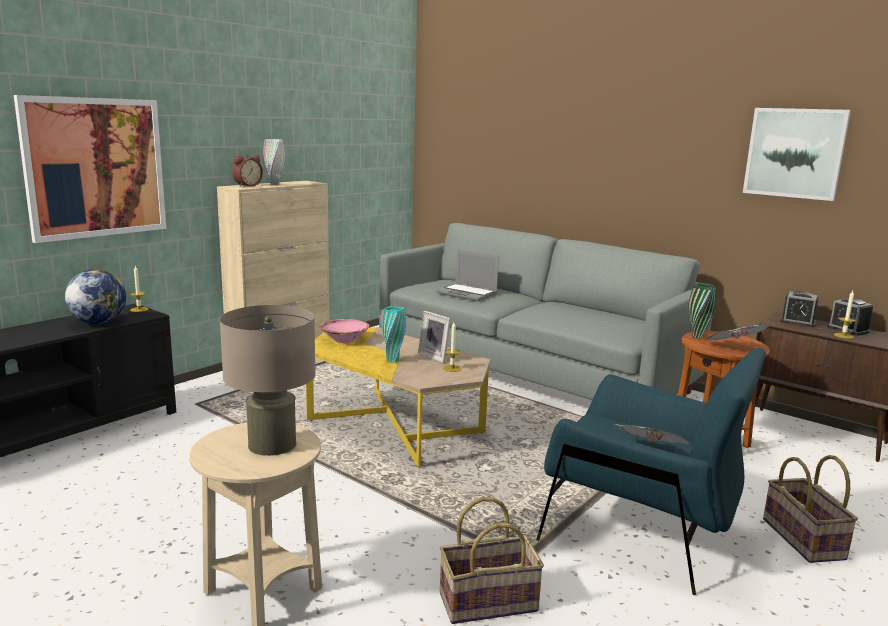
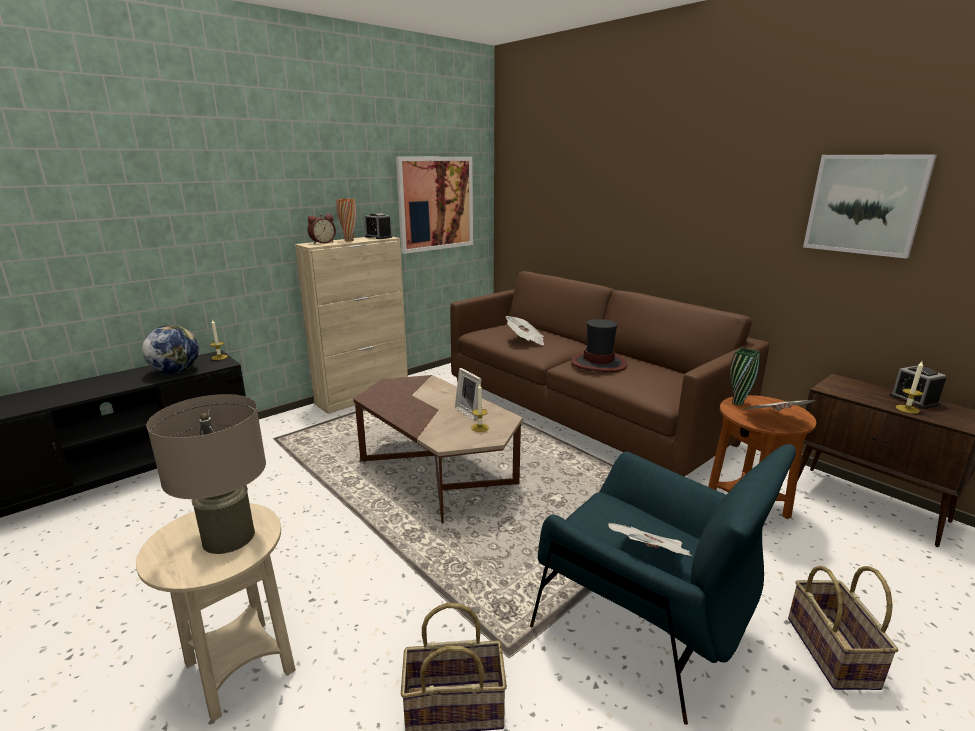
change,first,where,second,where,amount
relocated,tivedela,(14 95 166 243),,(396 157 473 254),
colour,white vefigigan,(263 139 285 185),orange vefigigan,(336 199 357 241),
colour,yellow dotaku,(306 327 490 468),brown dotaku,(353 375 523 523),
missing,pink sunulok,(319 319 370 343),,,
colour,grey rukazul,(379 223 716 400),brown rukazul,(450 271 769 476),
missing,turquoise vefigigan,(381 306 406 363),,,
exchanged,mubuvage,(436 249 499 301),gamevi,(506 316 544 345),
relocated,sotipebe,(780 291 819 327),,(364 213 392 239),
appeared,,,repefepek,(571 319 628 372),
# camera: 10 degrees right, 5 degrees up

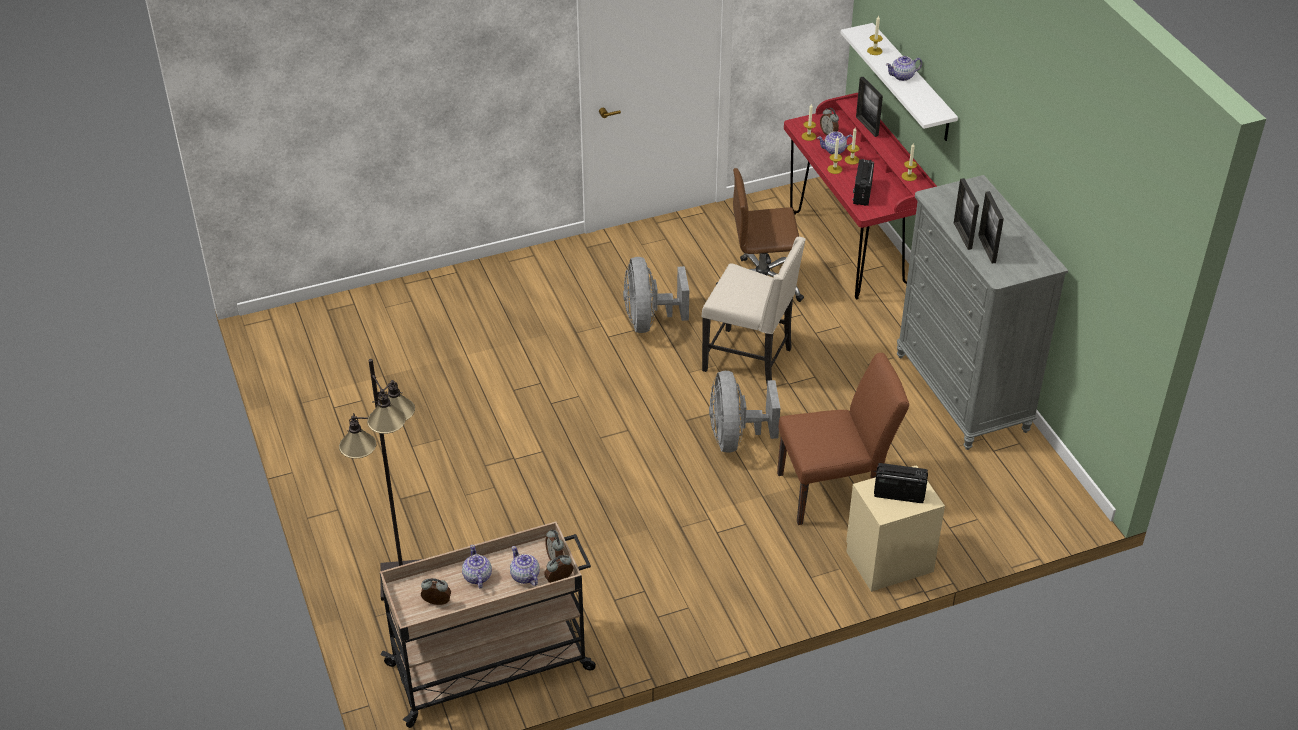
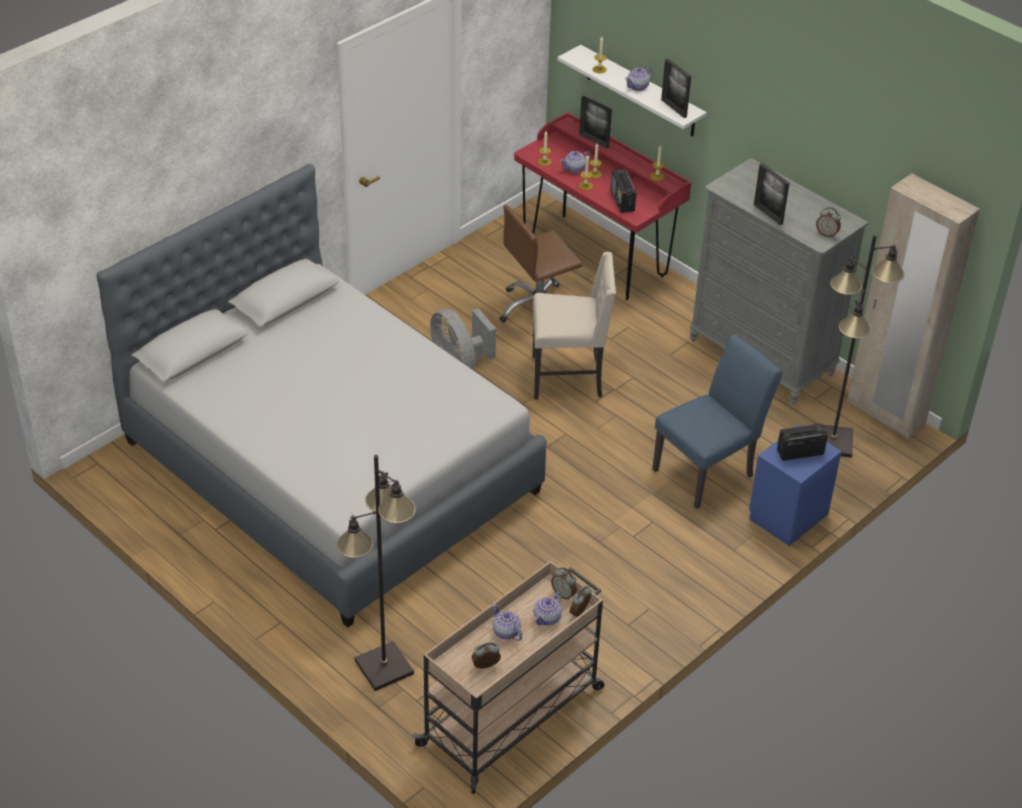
change,first,where,second,where,amount
spun,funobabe,(510 546 540 586),,(534 592 562 626),90 degrees counterclockwise
missing,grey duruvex,(709 371 780 453),,,
colour,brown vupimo,(777 353 909 525),blue vupimo,(652 334 782 509),
relocated,sotipebe,(820 108 839 135),,(816 207 841 238),
colour,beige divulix,(846 465 945 592),blue divulix,(749 424 842 546),
relocated,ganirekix,(978 191 1004 263),,(661 59 691 118),
appeared,,,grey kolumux,(97 164 547 628),
appeared,,,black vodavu,(822 234 904 458),
appeared,,,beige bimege,(847 173 980 439),
# camera: 25 degrees left, 0 degrees up

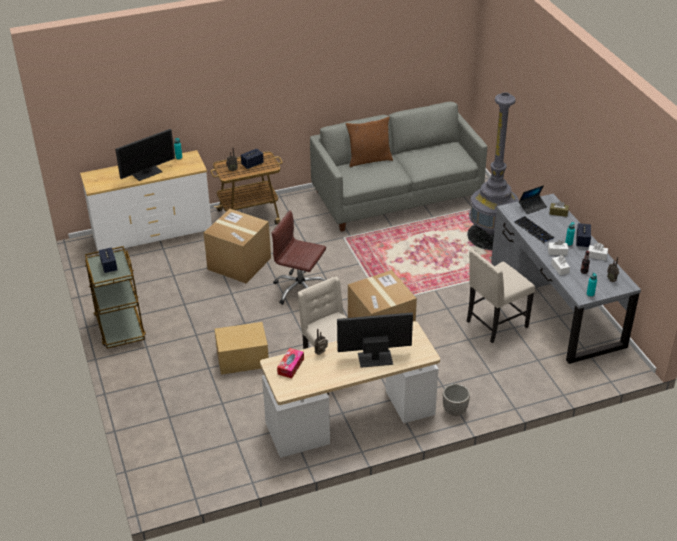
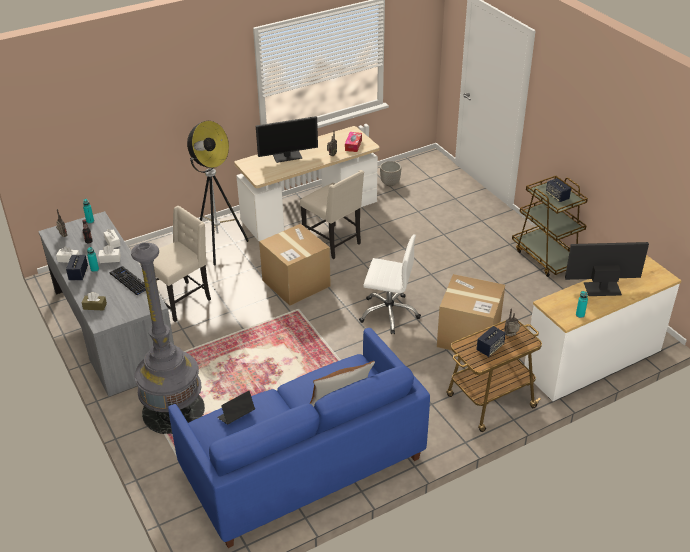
change,first,where,second,where,amount
spun,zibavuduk,(115 129 175 181),,(565 242 649 296),45 degrees clockwise
missing,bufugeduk,(214 322 269 375),,,
colour,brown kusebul,(271 210 326 305),white kusebul,(359 234 421 334),
colour,grey rukazul,(310 102 487 232),blue rukazul,(168 328 430 548),
relocated,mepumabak,(443 384 470 416),,(380 161 401 186),
relocated,mubuvage,(519 185 547 214),,(217 391 255 425),
appeared,,,vodavu,(187 121 249 266),
# camera: 170 degrees right, 0 degrees up

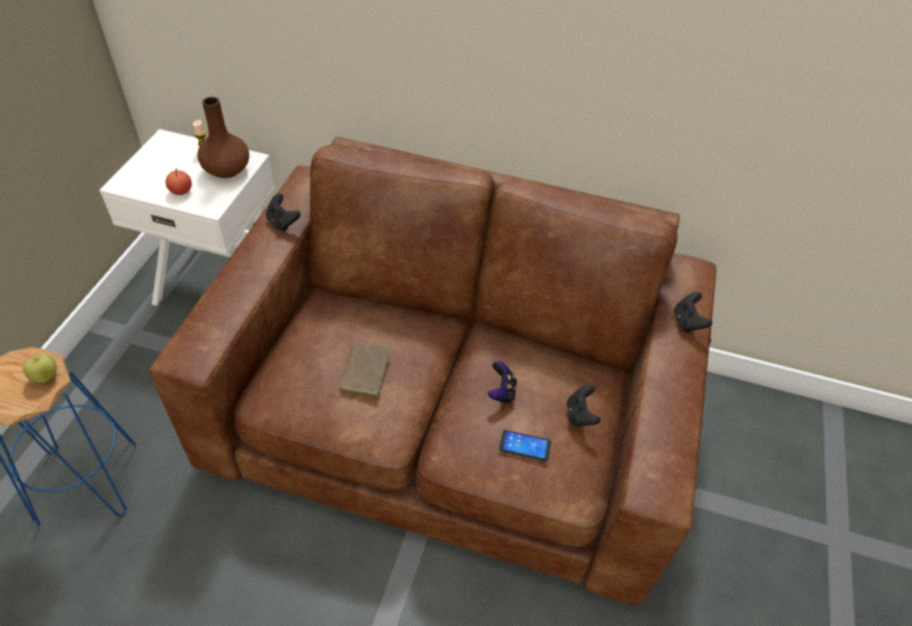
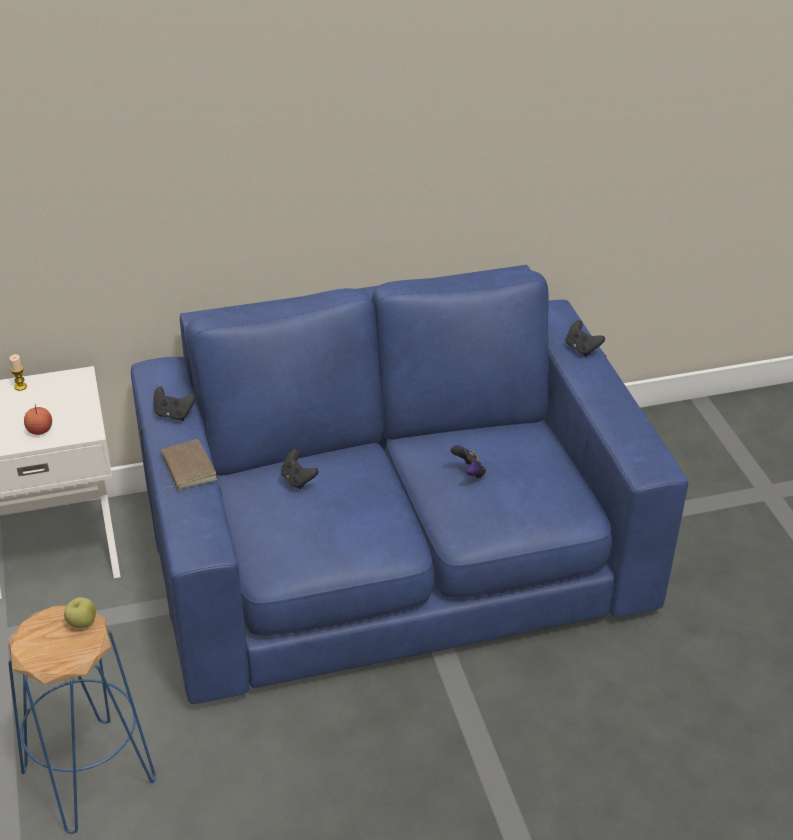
change,first,where,second,where,amount
colour,brown rukazul,(149 136 716 606),blue rukazul,(131 265 688 704),
missing,brown vefigigan,(197 97 249 178),,,
relocated,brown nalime,(327 342 390 396),,(161 439 217 490),
missing,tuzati,(499 430 551 461),,,
relocated,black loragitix,(567 385 601 426),,(281 449 318 489),
# camera: 30 degrees left, 10 degrees down

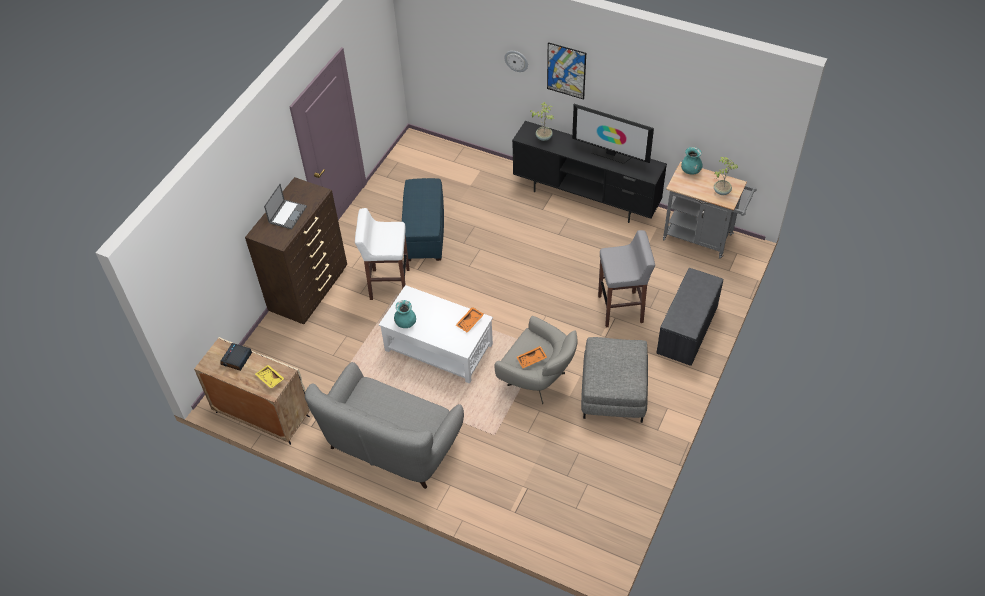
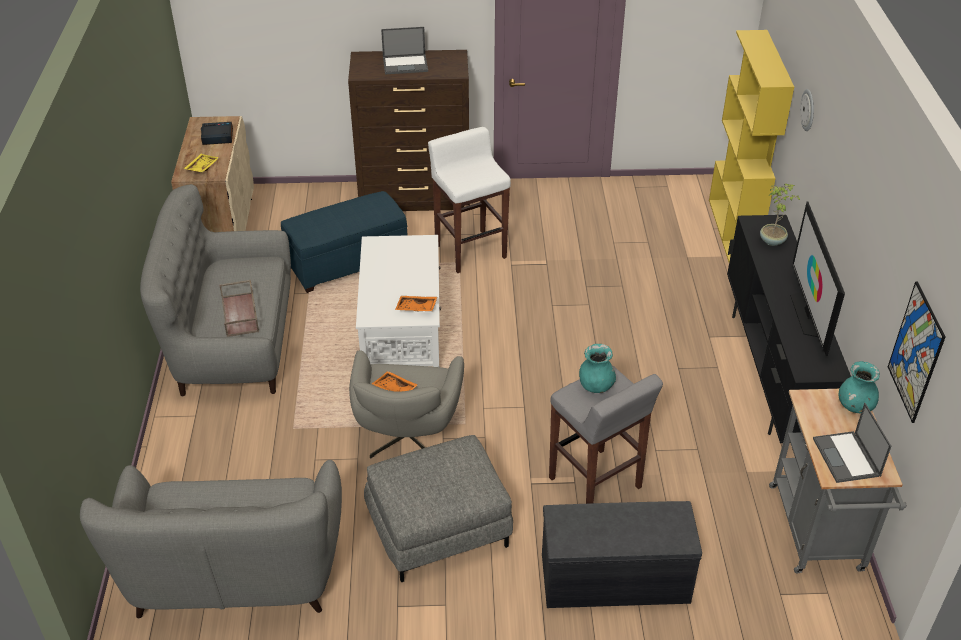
change,first,where,second,where,amount
relocated,turquoise vefigigan,(394 300 416 328),,(579 344 616 393),
relocated,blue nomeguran,(402 178 444 261),,(281 191 408 293),
relocated,tivedela,(547 42 586 99),,(888 281 946 423),
exchanged,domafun,(714 157 738 195),mubuvage,(813 403 891 483),
appeared,,,grey rukazul,(80 460 342 618),
appeared,,,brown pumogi,(219 280 259 337),
appeared,,,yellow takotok,(709 30 794 262),
# camera: 60 degrees right, 10 degrees down

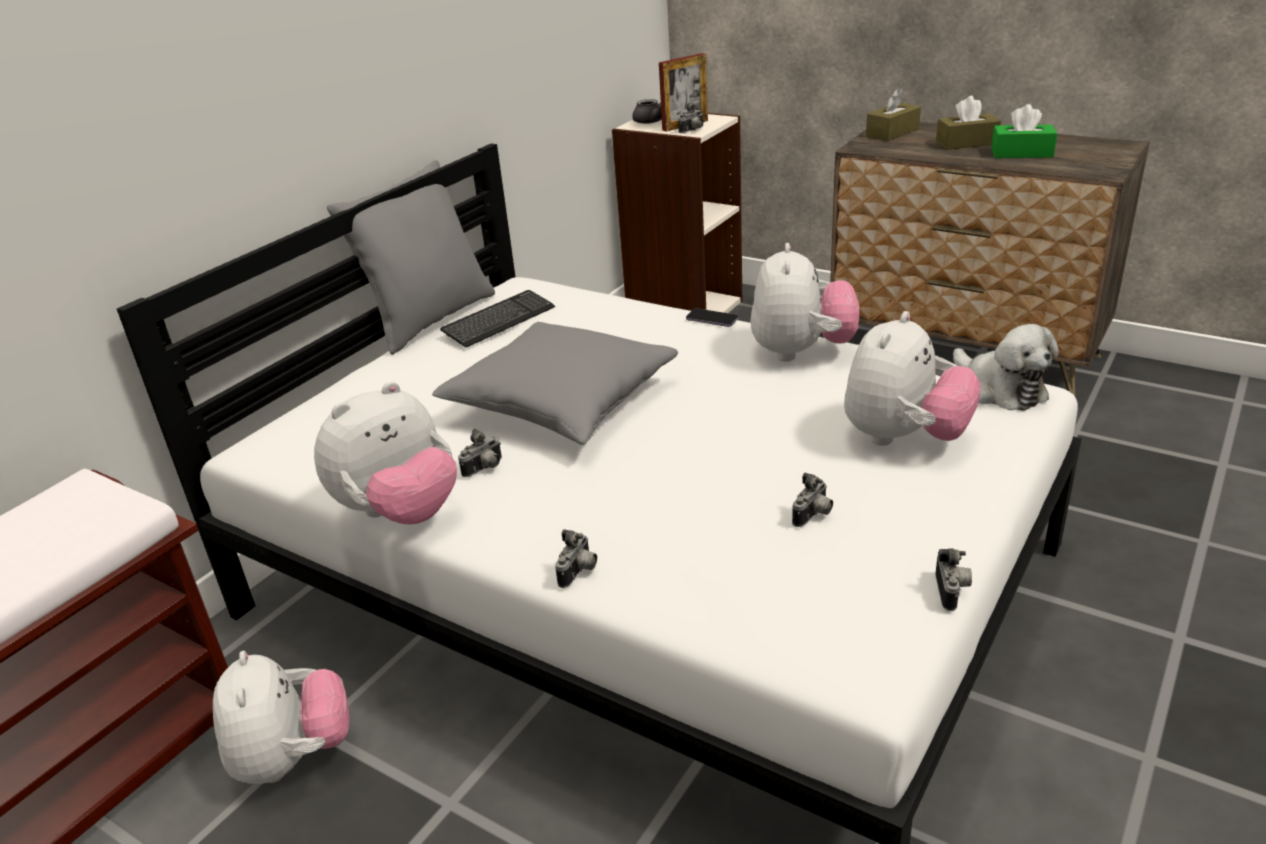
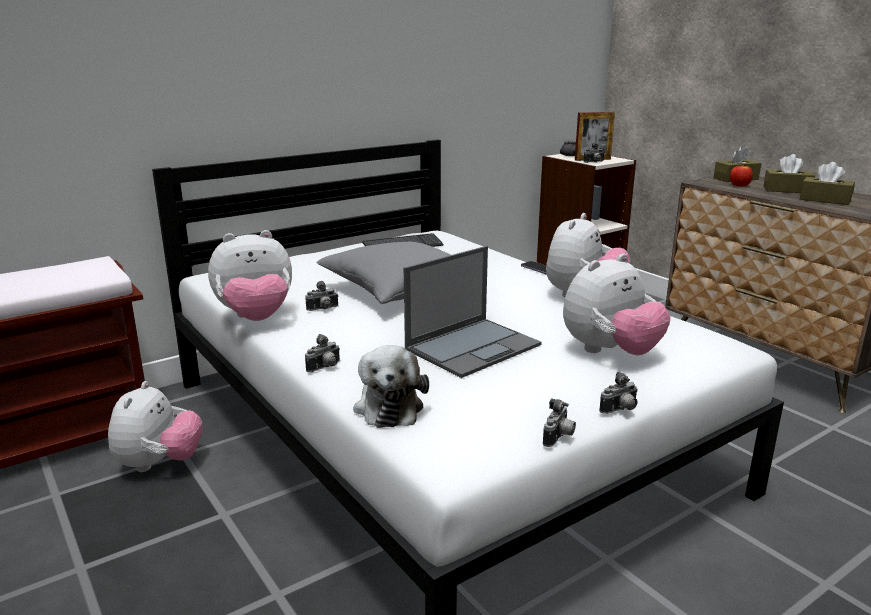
change,first,where,second,where,amount
missing,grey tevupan,(326 160 495 355),,,
relocated,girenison,(792 473 833 527),,(599 372 638 414),
relocated,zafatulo,(953 324 1059 411),,(353 345 429 428),
colour,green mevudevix,(991 104 1057 158),brown mevudevix,(800 162 855 205),
appeared,,,mubuvage,(404 246 542 378),
appeared,,,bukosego,(730 164 753 187),
# camera: 20 degrees right, 10 degrees down

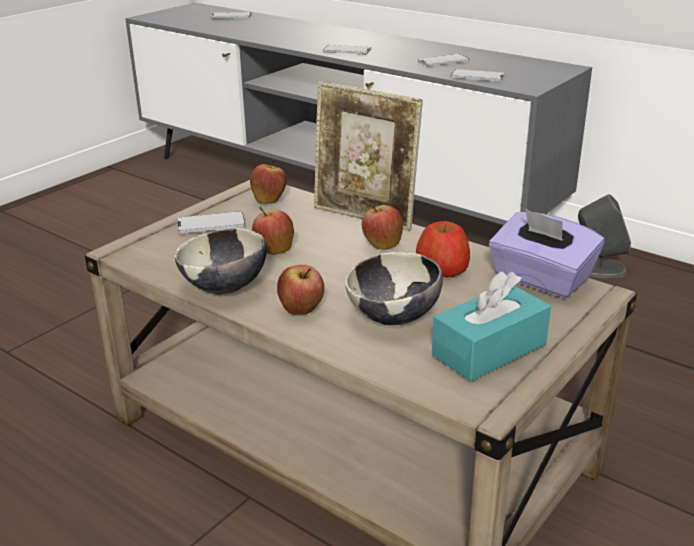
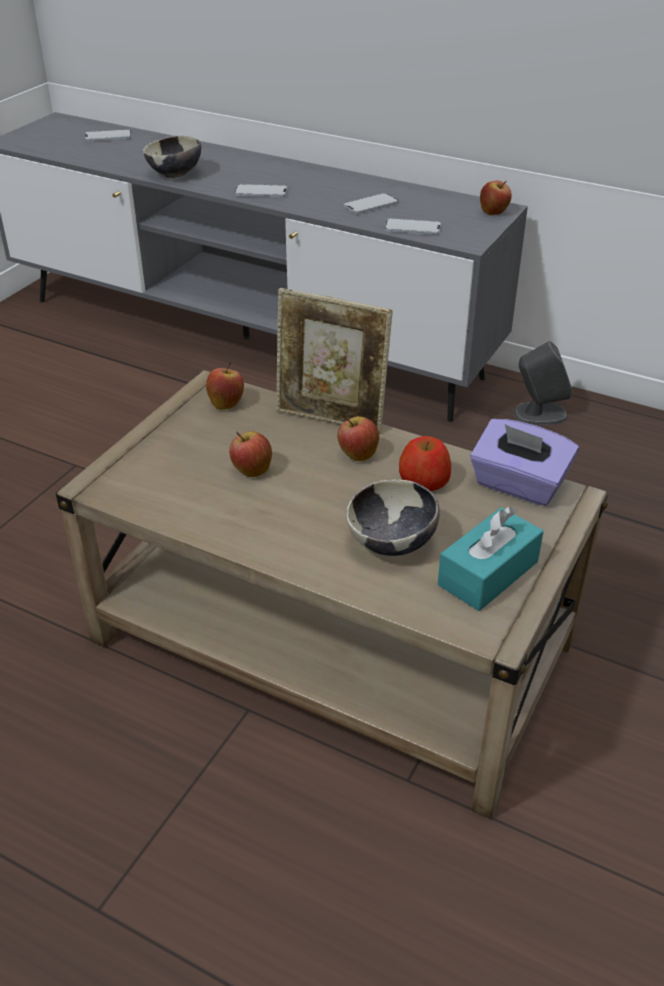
change,first,where,second,where,amount
relocated,sunulok,(175 228 267 295),,(143 136 201 178),
missing,tuzati,(177 211 246 234),,,
relocated,bukosego,(277 265 324 315),,(480 181 512 215),
# camera: 10 degrees left, 10 degrees up

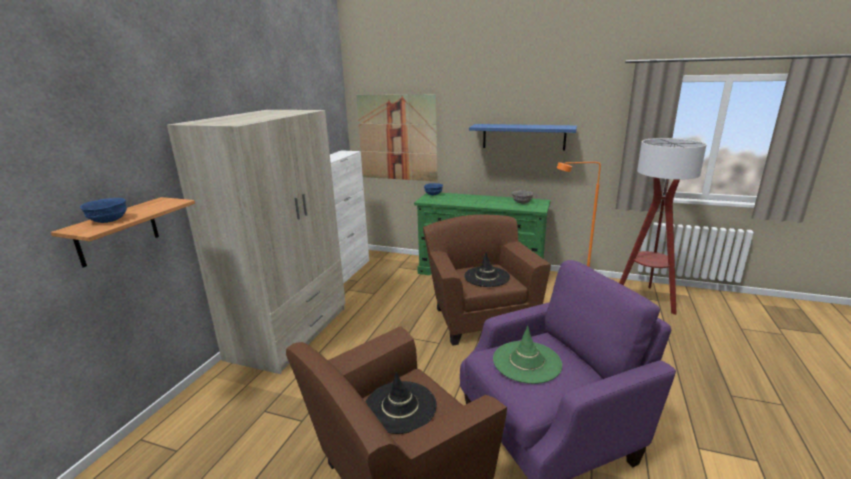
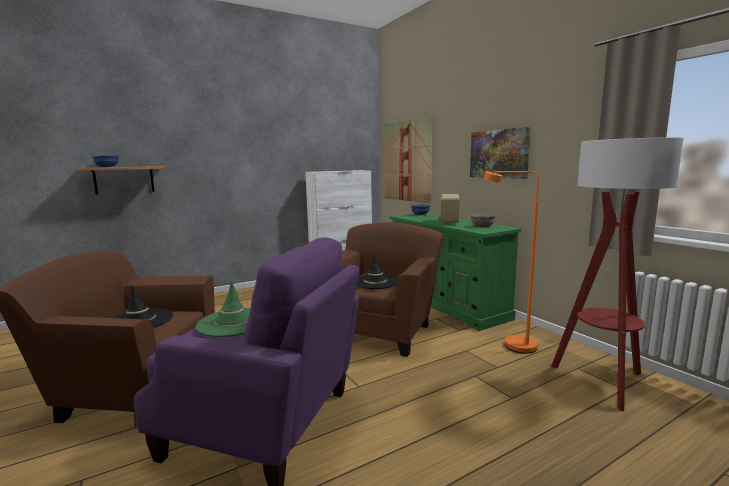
change,first,where,second,where,amount
missing,beige bimege,(167 110 345 374),,,
exchanged,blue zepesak,(469 124 577 151),tivedela,(470 127 531 179),
appeared,,,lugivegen,(438 194 459 224),
# camera: 40 degrees right, 10 degrees down

